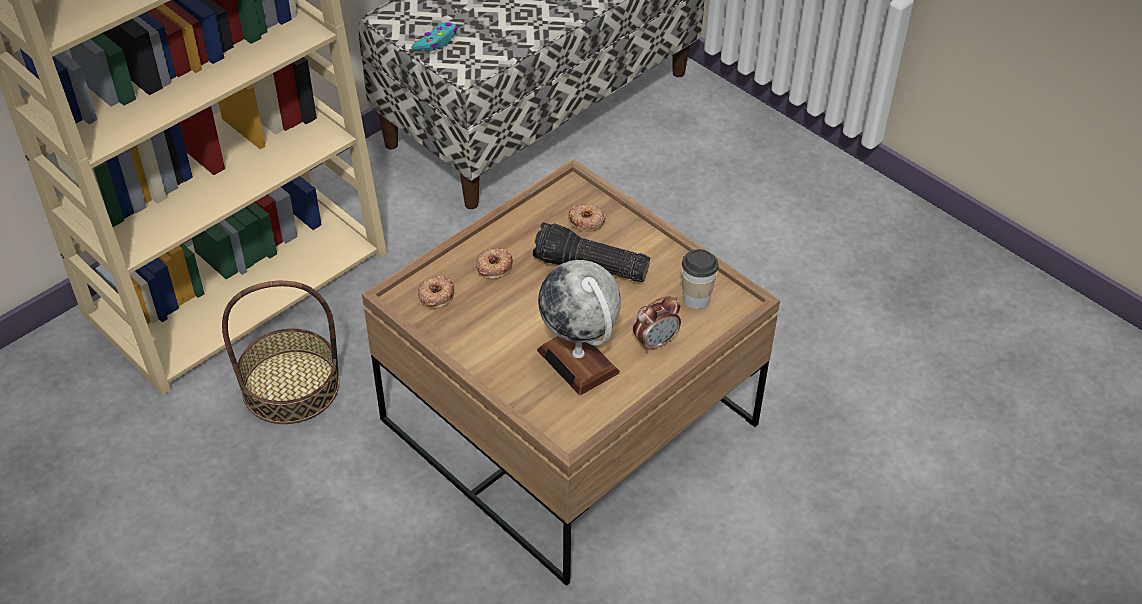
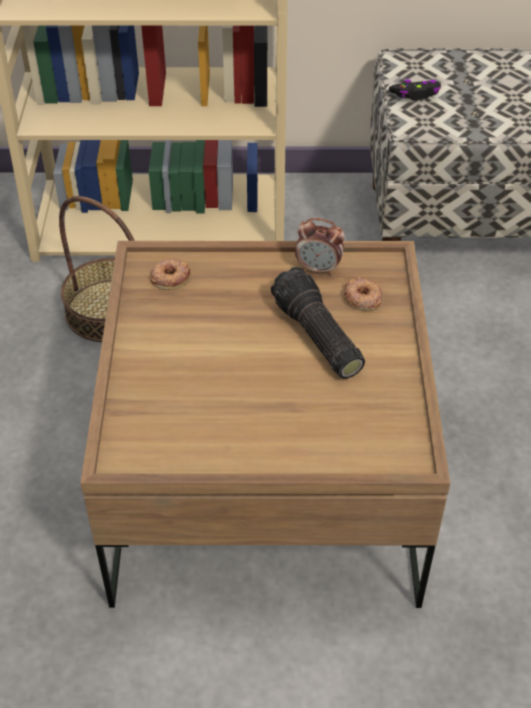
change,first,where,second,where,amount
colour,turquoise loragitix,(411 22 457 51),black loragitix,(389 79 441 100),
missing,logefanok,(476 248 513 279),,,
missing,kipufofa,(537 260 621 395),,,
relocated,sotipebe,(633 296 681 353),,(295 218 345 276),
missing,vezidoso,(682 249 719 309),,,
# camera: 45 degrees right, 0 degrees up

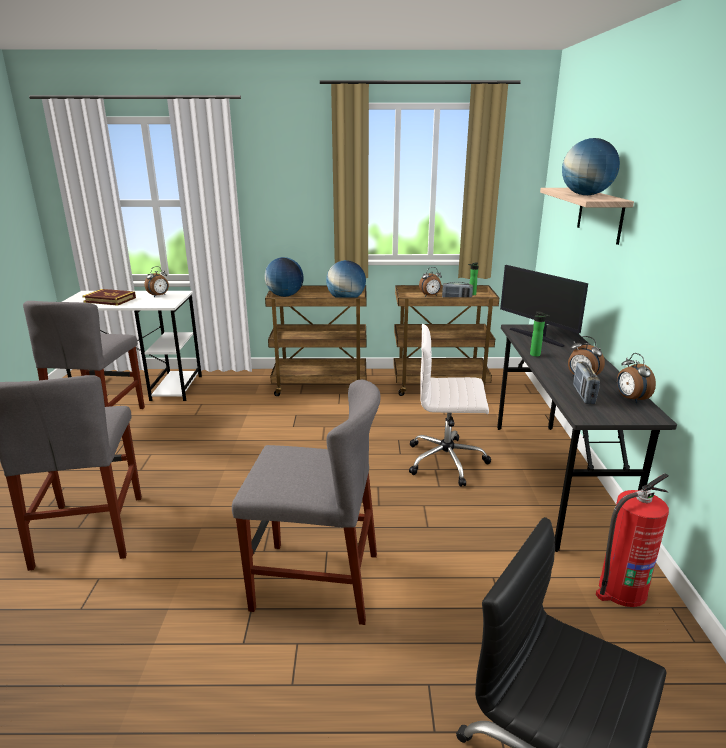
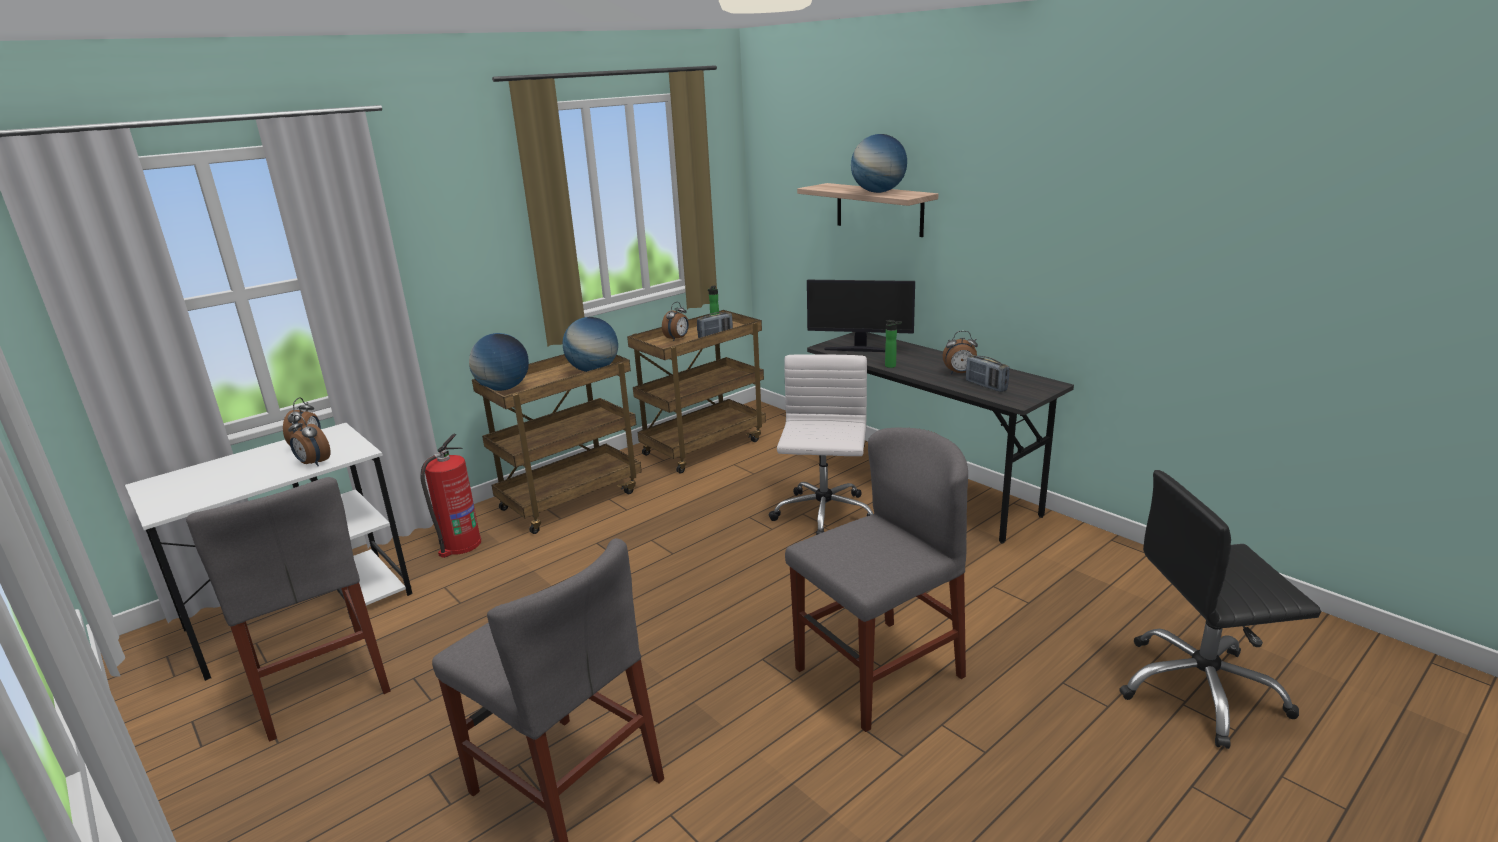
change,first,where,second,where,amount
missing,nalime,(83 289 136 306),,,
spun,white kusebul,(409 324 491 487),,(769 354 873 535),135 degrees clockwise
relocated,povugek,(596 473 669 607),,(420 433 481 558),
relocated,sotipebe,(617 353 656 403),,(288 415 330 466),
# camera: 40 degrees left, 0 degrees up

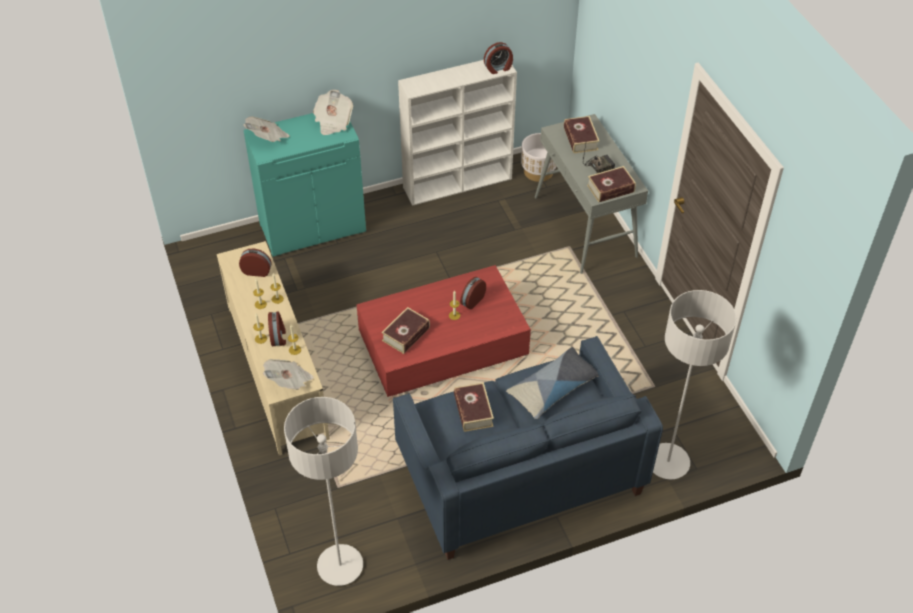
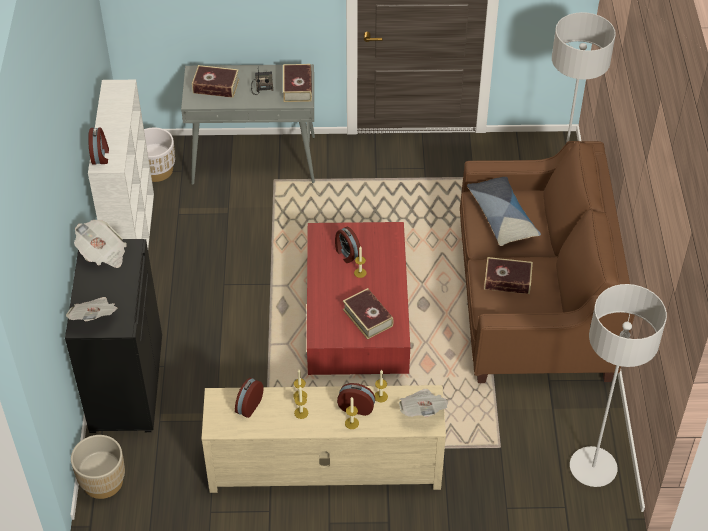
change,first,where,second,where,amount
colour,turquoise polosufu,(243 113 366 257),black polosufu,(65 239 162 433),
colour,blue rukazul,(393 336 663 560),brown rukazul,(460 141 635 383),
relocated,sotipebe,(484 42 513 74),,(88 128 109 165),
appeared,,,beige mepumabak,(71 435 125 499),
# camera: 70 degrees left, 0 degrees up

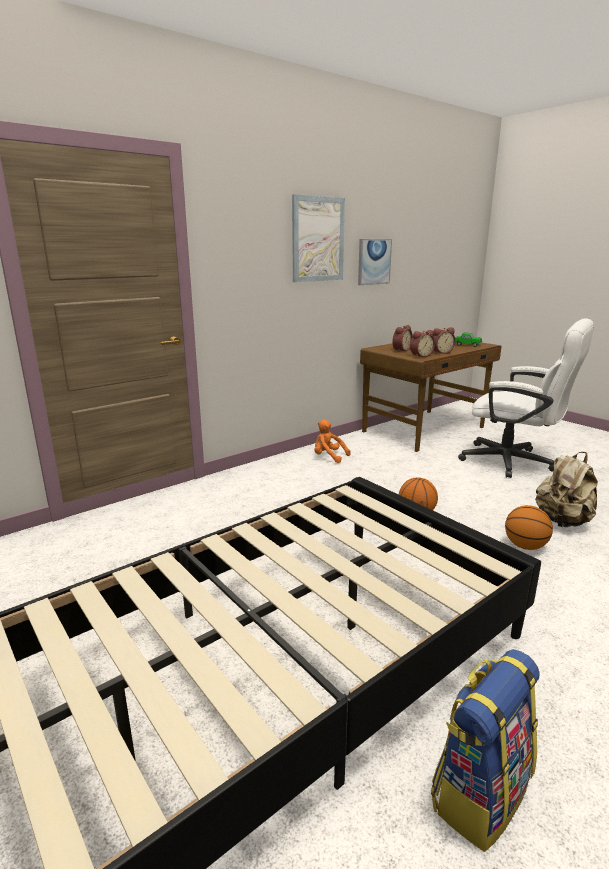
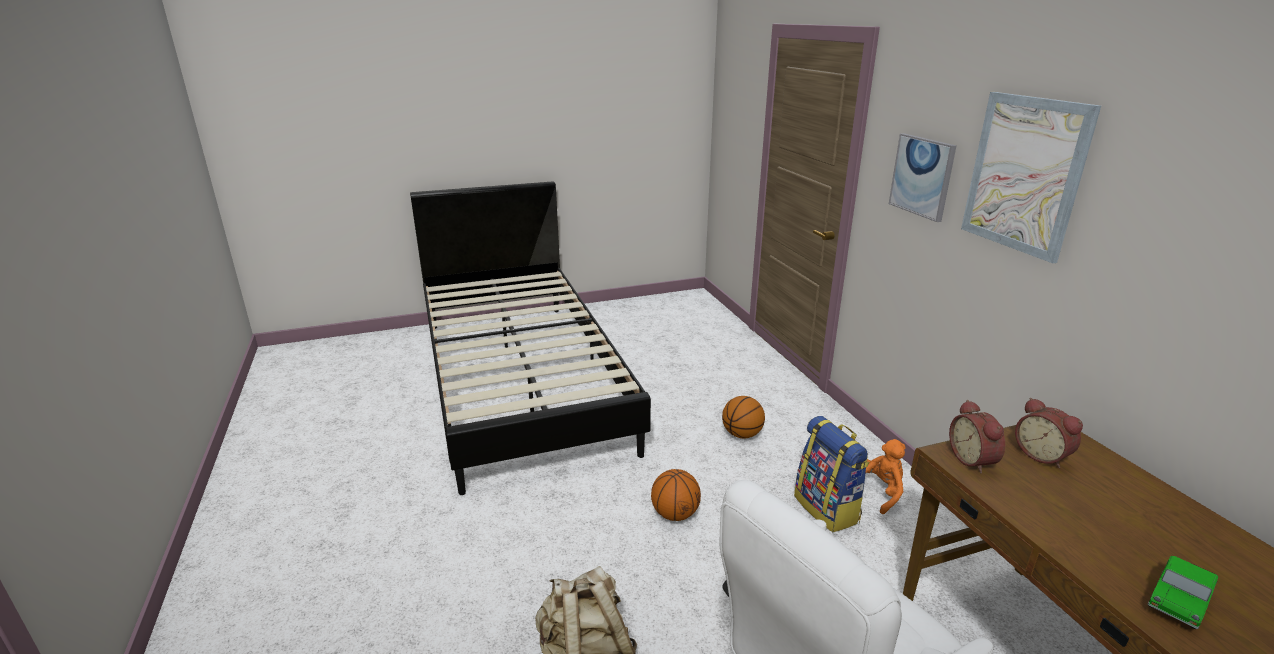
change,first,where,second,where,amount
relocated,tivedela,(358 239 392 285),,(889 133 956 222),
relocated,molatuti,(431 649 540 852),,(794 416 869 532),
missing,sotipebe,(433 327 456 354),,,
relocated,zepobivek,(505 505 553 550),,(722 396 765 438),
# camera: 110 degrees right, 5 degrees up

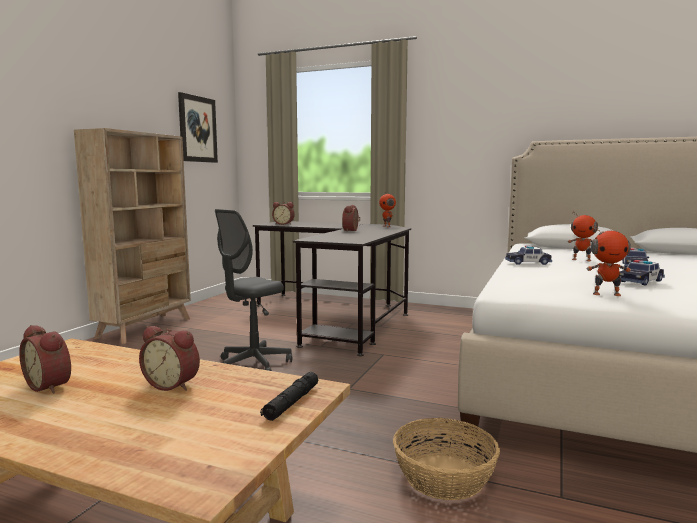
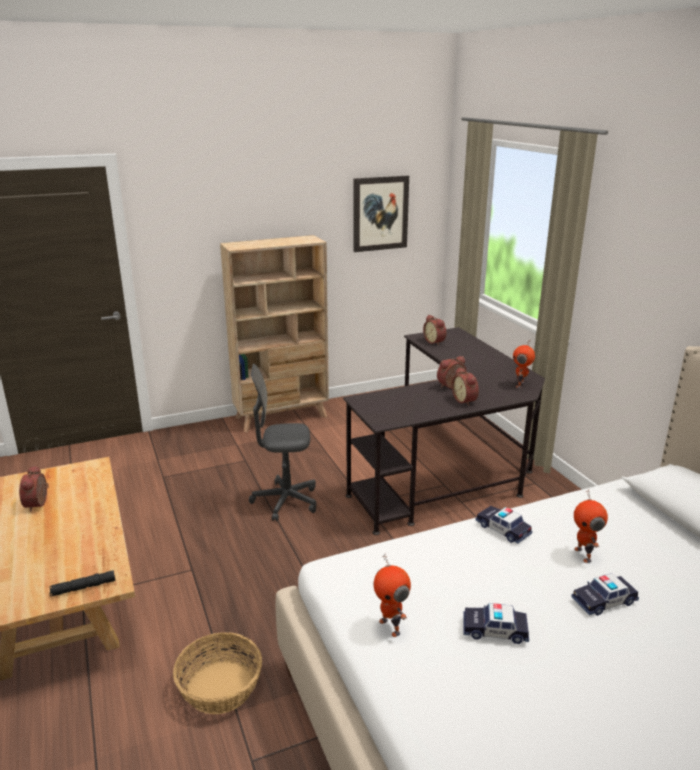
change,first,where,second,where,amount
relocated,sotipebe,(139 326 200 391),,(452 367 479 406),
# camera: 45 degrees right, 15 degrees up

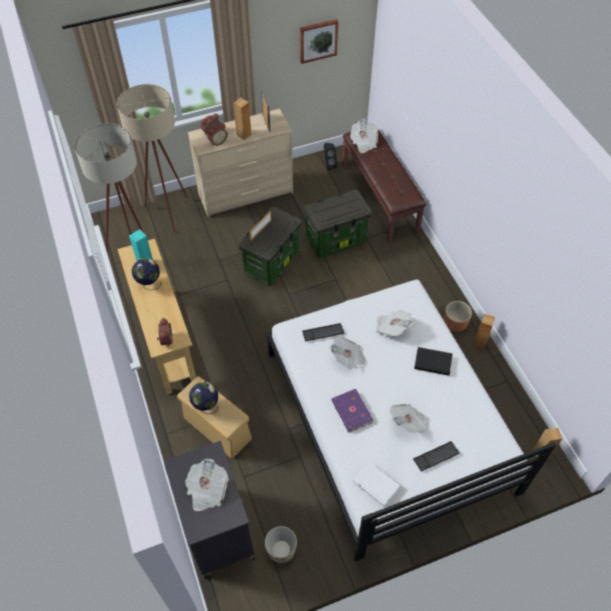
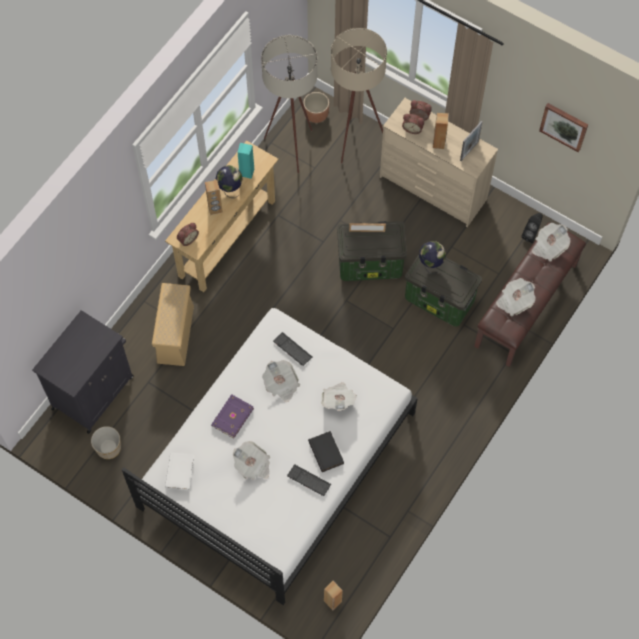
change,first,where,second,where,amount
relocated,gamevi,(185 459 229 511),,(496 278 536 316),
relocated,kipufofa,(189 382 219 414),,(419 241 446 274),
relocated,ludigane,(413 441 460 471),,(287 464 331 496),
relocated,brown mepumabak,(443 301 472 332),,(303 92 329 123),
relocated,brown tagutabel,(473 314 495 350),,(205 180 223 215),
# camera: 55 degrees right, 10 degrees up

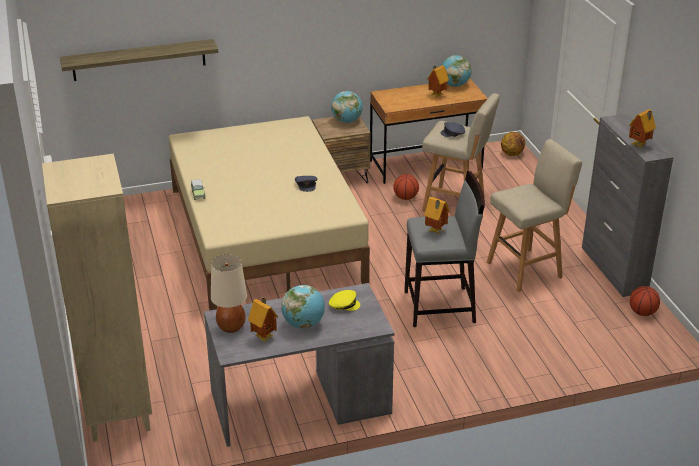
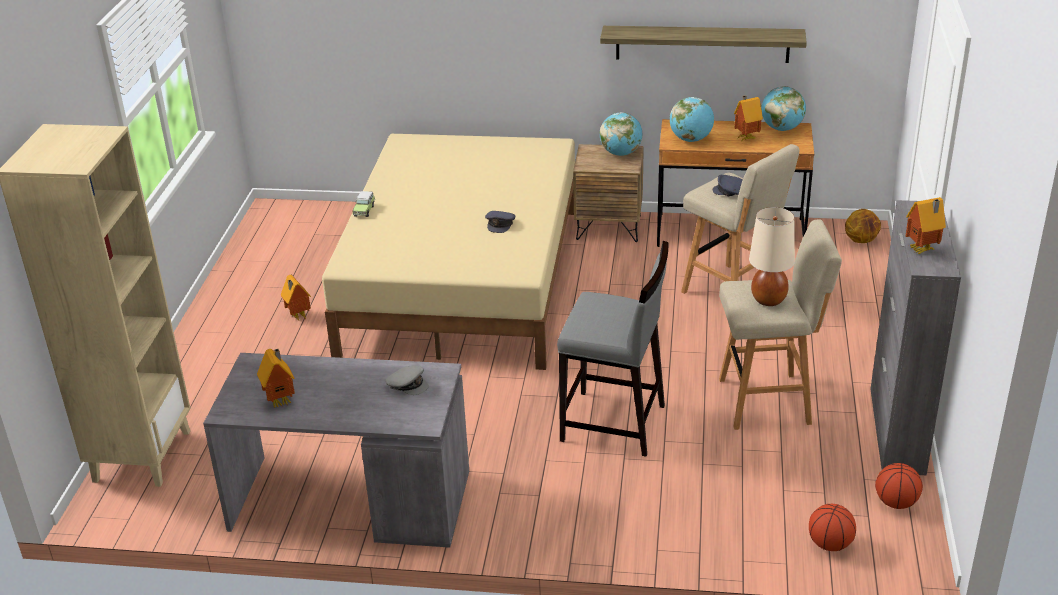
change,first,where,second,where,amount
relocated,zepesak,(60 39 218 81),,(600 26 807 63),
relocated,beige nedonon,(211 254 247 333),,(749 207 795 306),
relocated,kipufofa,(281 285 325 329),,(670 97 714 142),
colour,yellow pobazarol,(329 290 360 311),grey pobazarol,(385 365 429 395),
relocated,zepobivek,(393 174 419 200),,(809 504 856 551),
relocated,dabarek,(424 197 449 234),,(281 275 311 321),
# camera: 25 degrees right, 0 degrees up

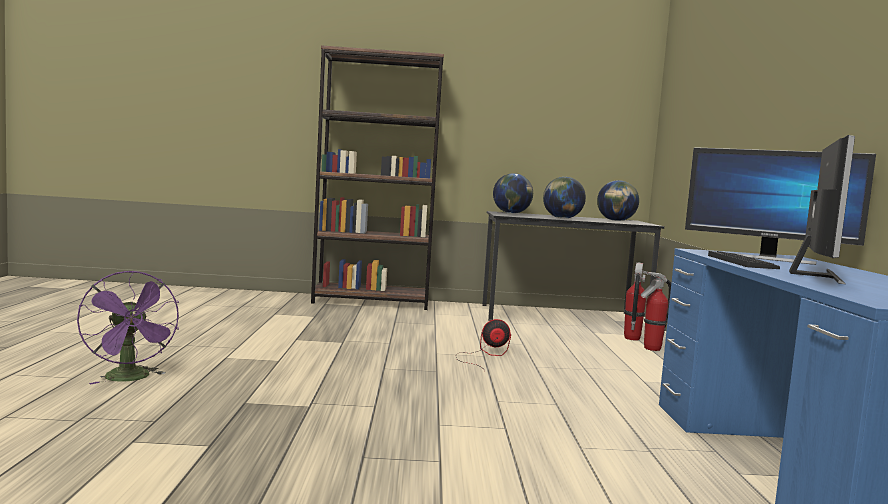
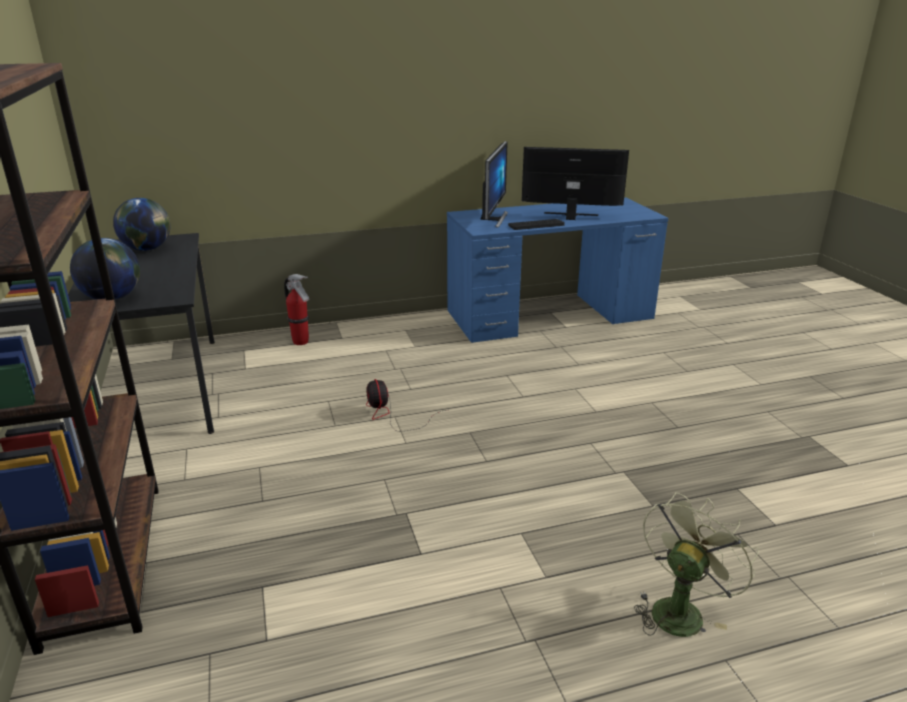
change,first,where,second,where,amount
colour,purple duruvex,(77 270 179 384),green duruvex,(634 492 759 637),
missing,kipufofa,(543 177 586 219),,,
missing,povugek,(624 263 646 341),,,
# camera: 105 degrees left, 20 degrees up

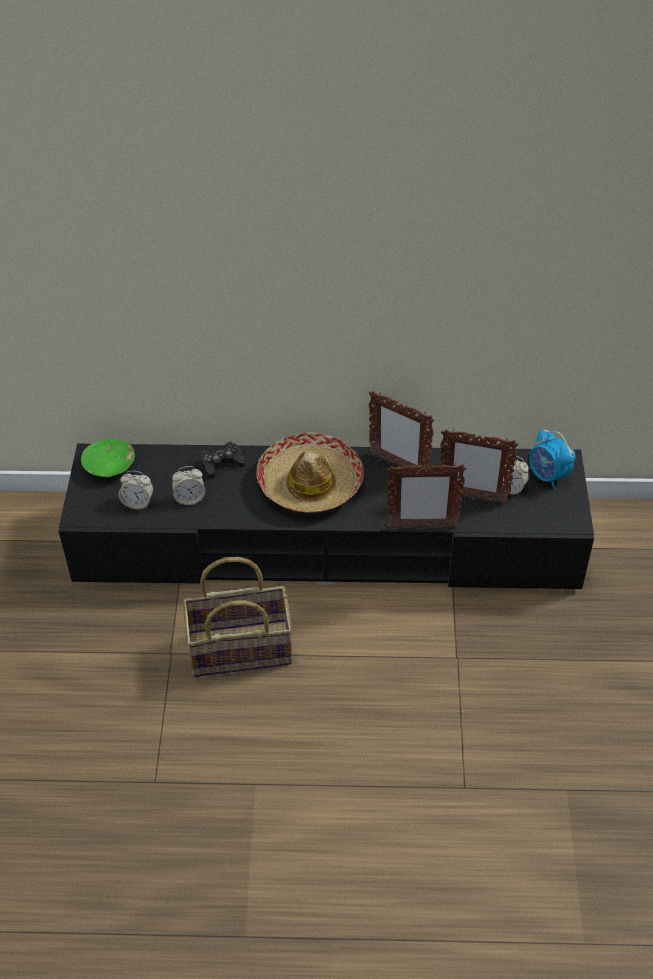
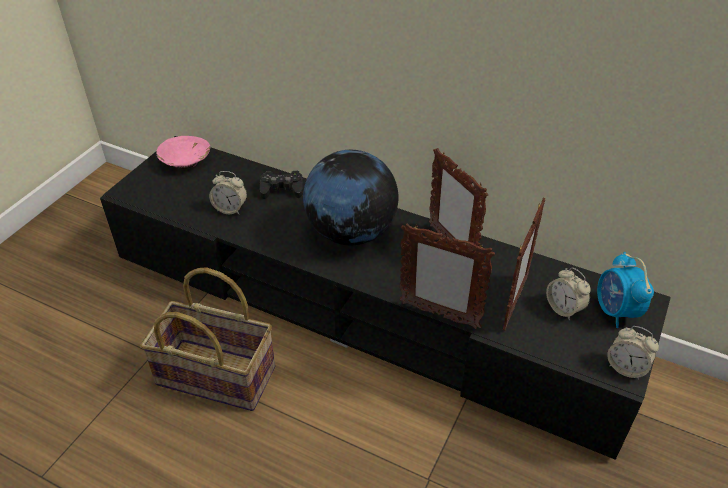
change,first,where,second,where,amount
colour,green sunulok,(81 439 135 477),pink sunulok,(156 136 210 169),
relocated,sotipebe,(118 471 153 509),,(607 326 659 380),
exchanged,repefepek,(256 432 364 513),kipufofa,(303 150 398 245),
spun,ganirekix,(440 429 518 504),,(503 198 545 331),105 degrees counterclockwise
# camera: 25 degrees right, 5 degrees down

